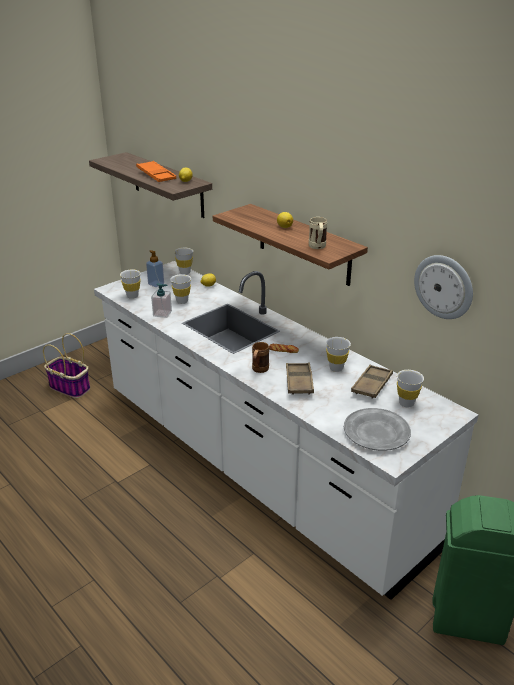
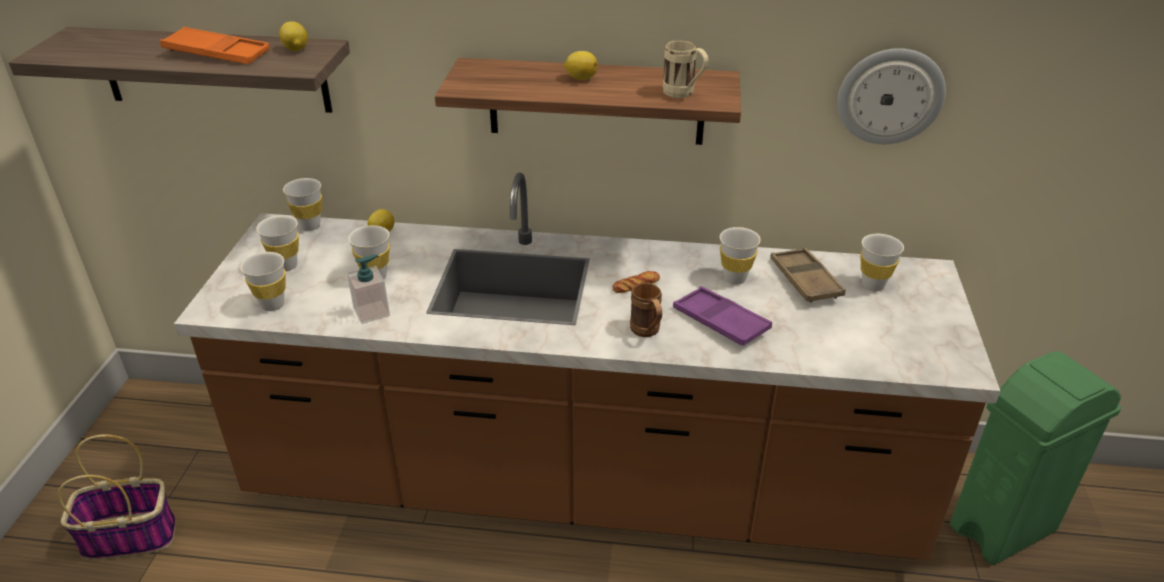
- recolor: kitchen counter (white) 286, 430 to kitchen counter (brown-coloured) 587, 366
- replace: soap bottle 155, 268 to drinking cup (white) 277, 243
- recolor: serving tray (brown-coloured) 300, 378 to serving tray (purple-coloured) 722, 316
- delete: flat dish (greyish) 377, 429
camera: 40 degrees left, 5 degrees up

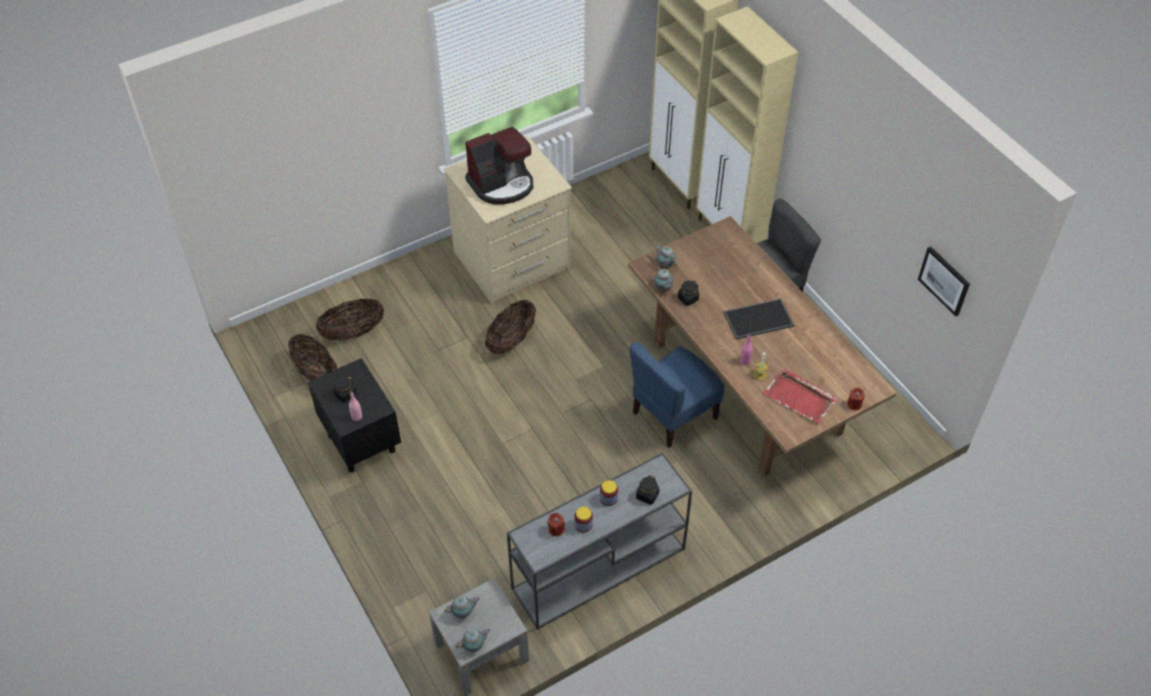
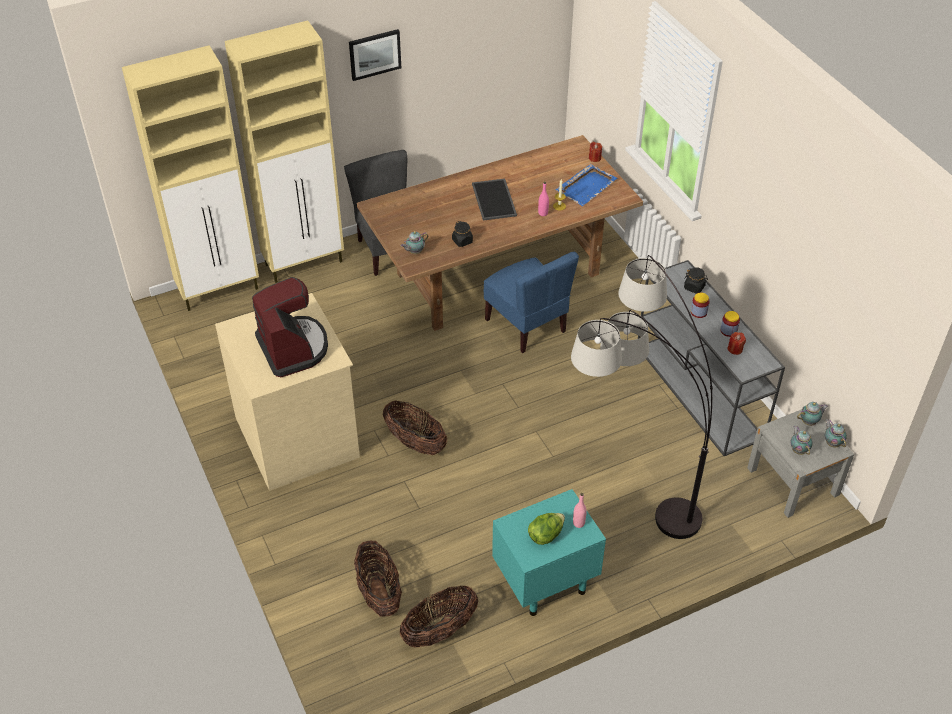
- recolor: bedside table (blackish) 354, 415 to bedside table (blue-green) 549, 552
- replace: storage jar (blackish) 344, 389 to lettuce head 546, 529
- move: pot for tea 663, 278 to 812, 414
- recolor: serving tray (reddish) 800, 396 to serving tray (blue-coloured) 586, 185
- move: picture 944, 281 to 375, 55
- insert: floor lamp 642, 397
camera: 85 degrees left, 5 degrees down

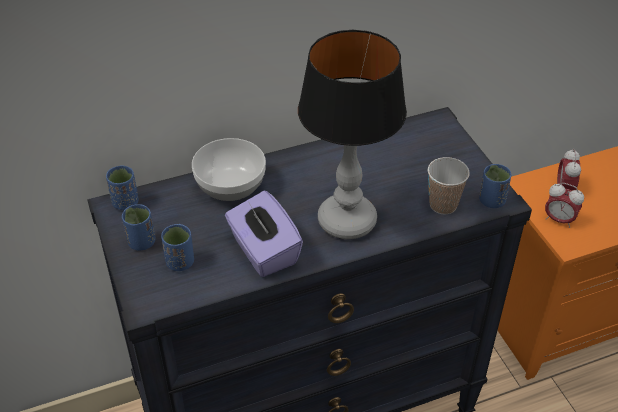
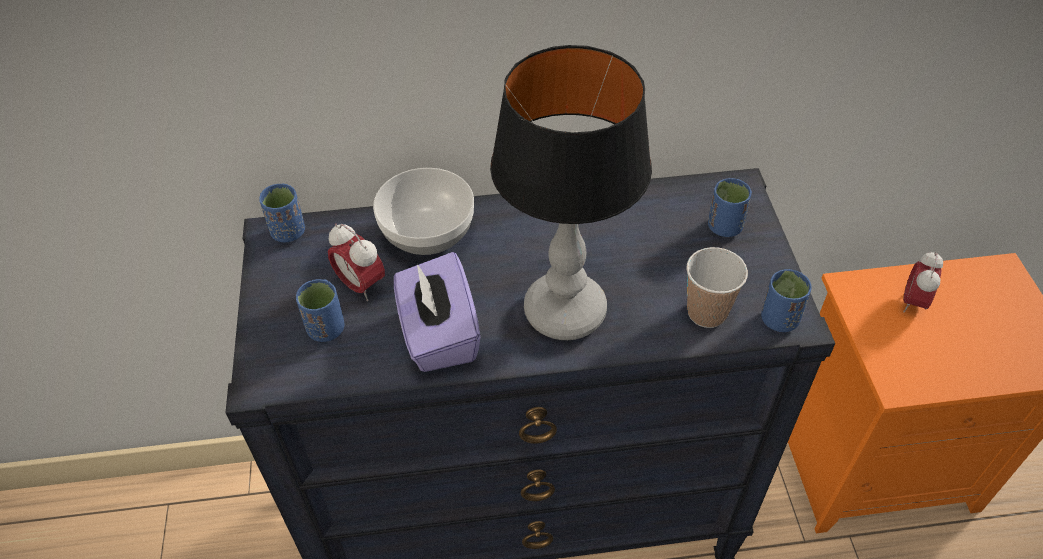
- move: drinking cup (blue-coloured) 139, 227 to 730, 207
- move: alarm clock 564, 205 to 356, 262
camera: 15 degrees right, 5 degrees up

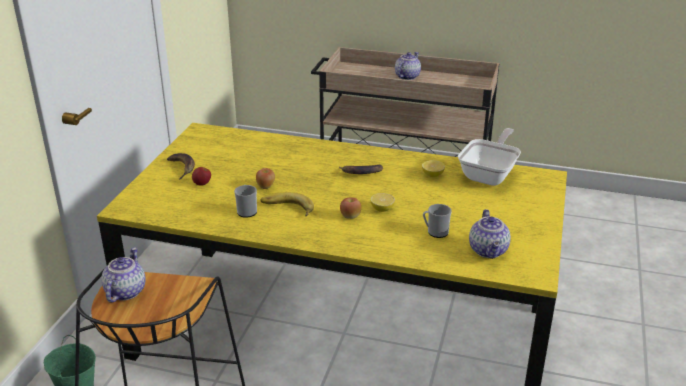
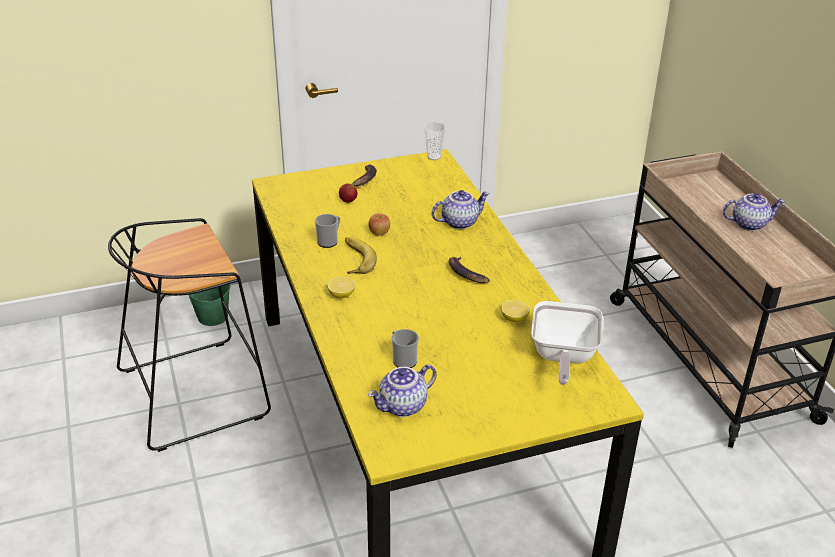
- move: pot for tea 123, 275 to 461, 209
- delete: apple 350, 208
- move: citrus fruit 382, 202 to 341, 287
- rotate: pan 489, 157 = 567, 343 105 degrees clockwise
- insert: drinking cup 435, 141
camera: 55 degrees right, 5 degrees up

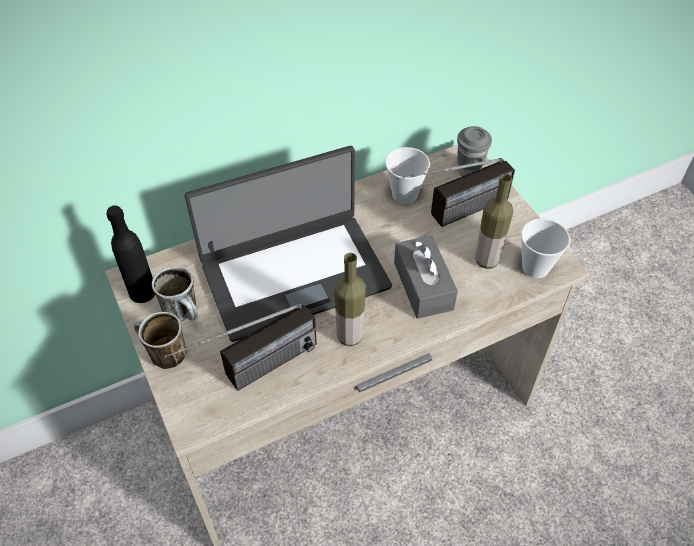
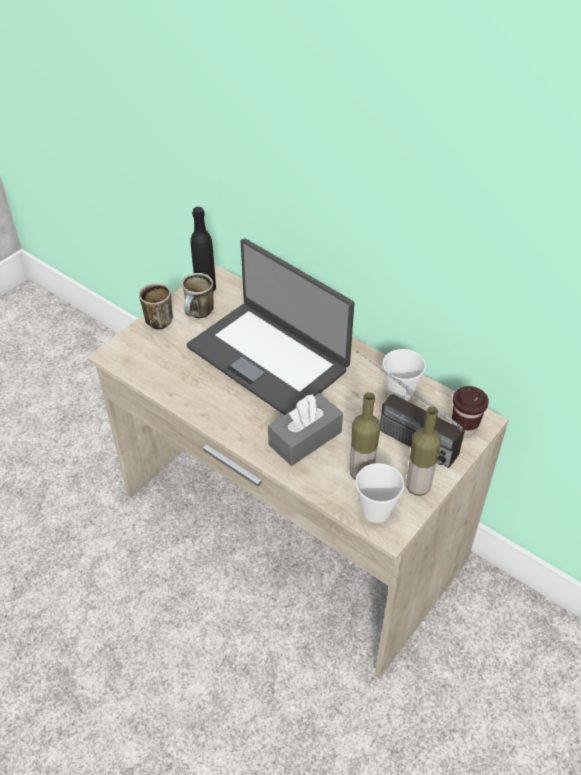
- delete: radio receiver 240, 347
- move: beverage bottle 350, 299 to 423, 451
- recolor: drinking cup (greyish) 474, 151 to drinking cup (brown-coloured) 470, 412
camera: 65 degrees right, 5 degrees down

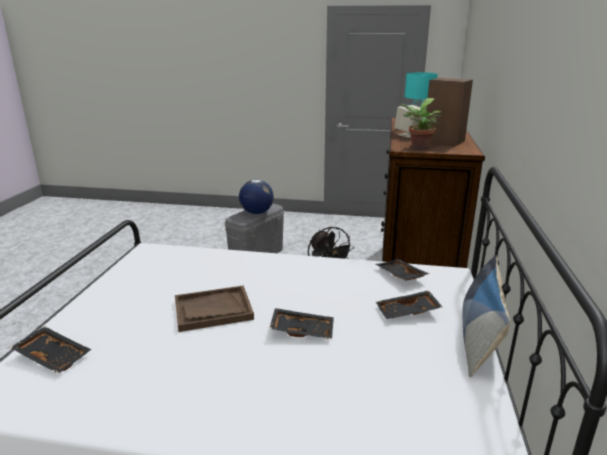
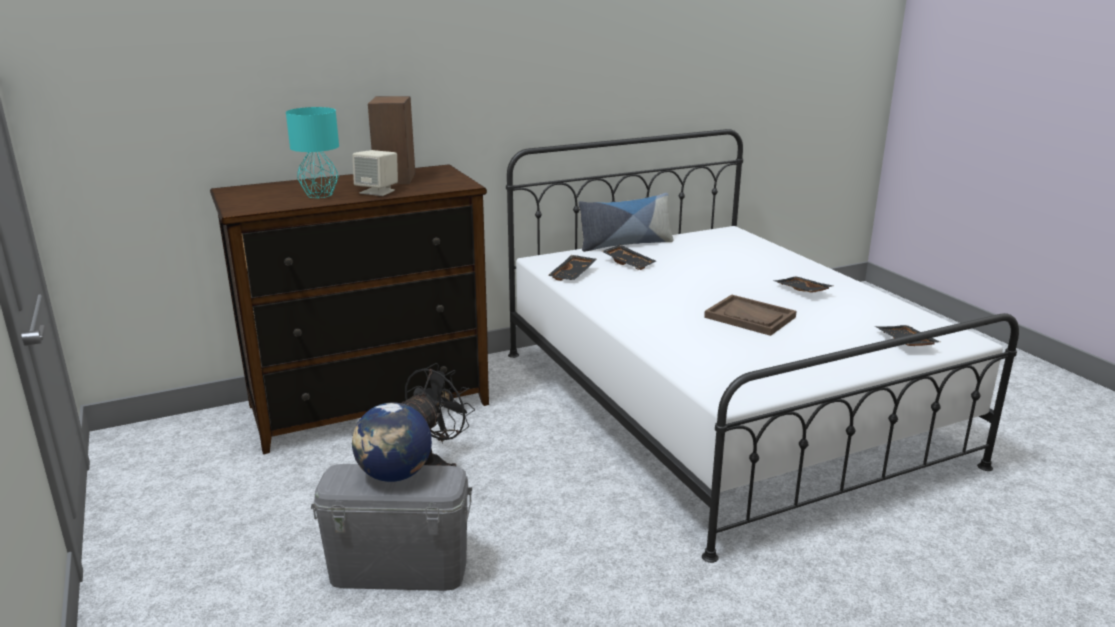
- move: serving tray (blackish) 301, 323 to 803, 284
- delete: potted plant 420, 123
camera: 125 degrees left, 0 degrees up

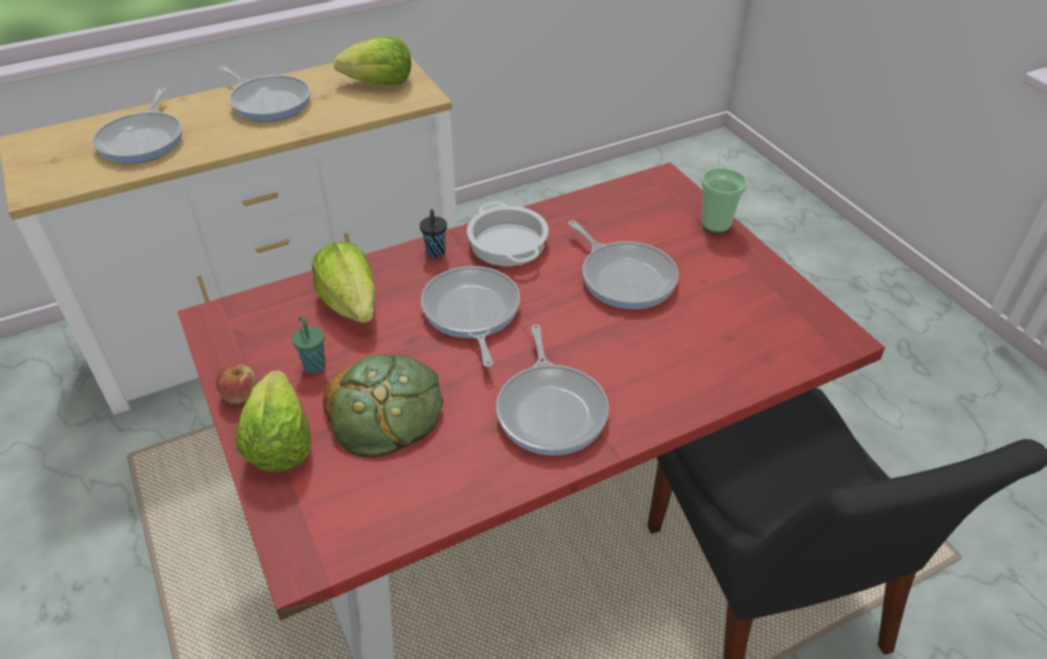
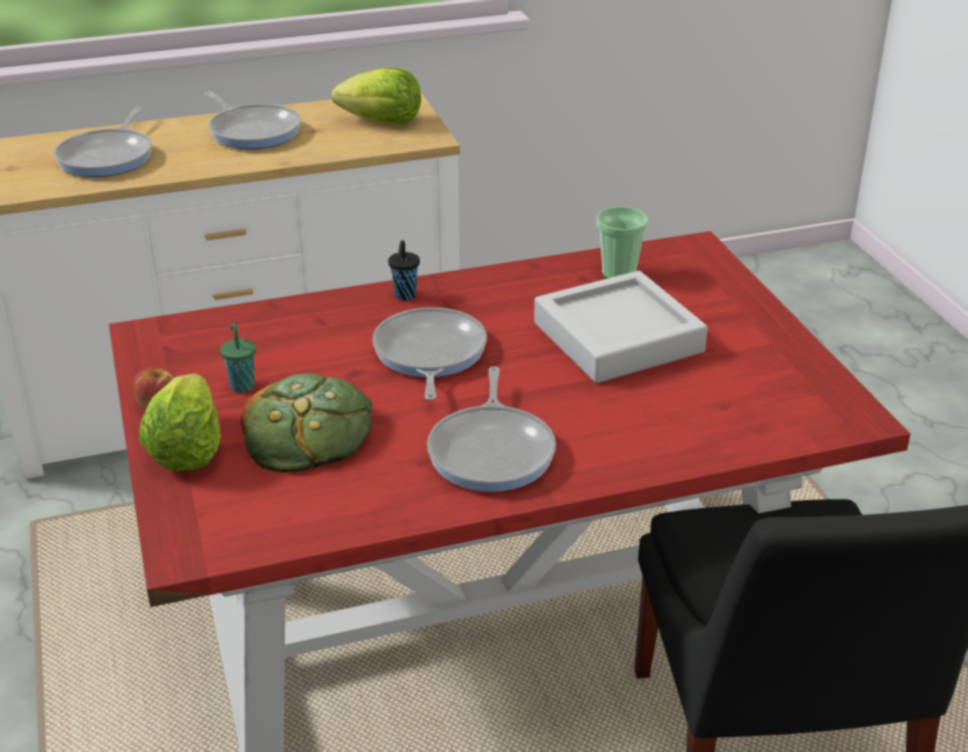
- delete: lettuce head 343, 282
- delete: saucepot 508, 233
- replace: pan 623, 264 to serving tray (greyish) 621, 327
- move: drinking cup 724, 200 to 622, 242
camera: 10 degrees right, 10 degrees down

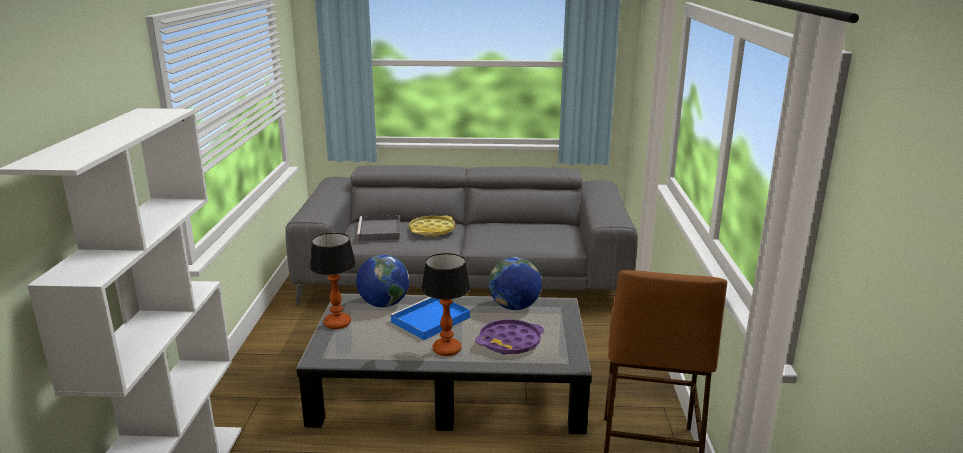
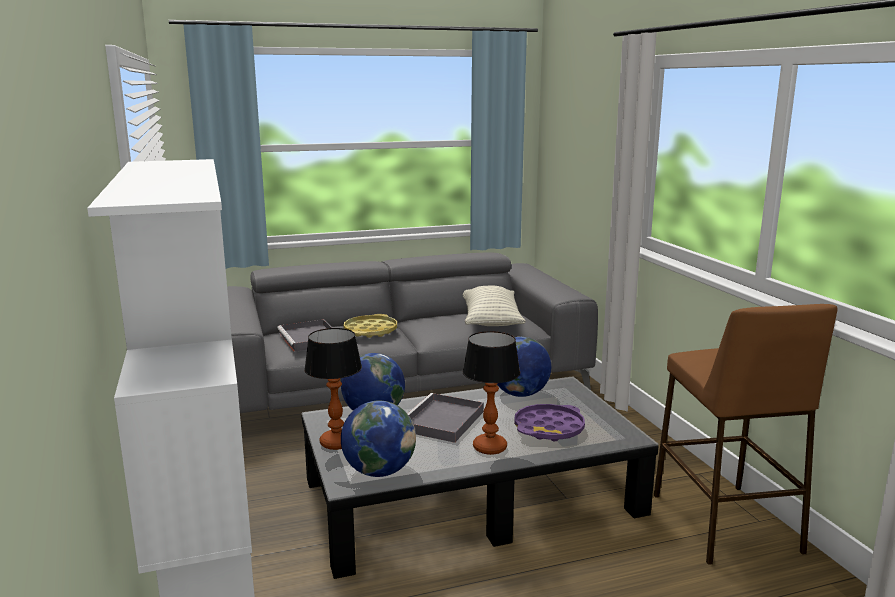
- recolor: serving tray (blue-coloured) 430, 318 to serving tray (greyish) 445, 418
- insert: world globe 378, 438
- insert: cushion 494, 306
camera: 20 degrees left, 5 degrees down

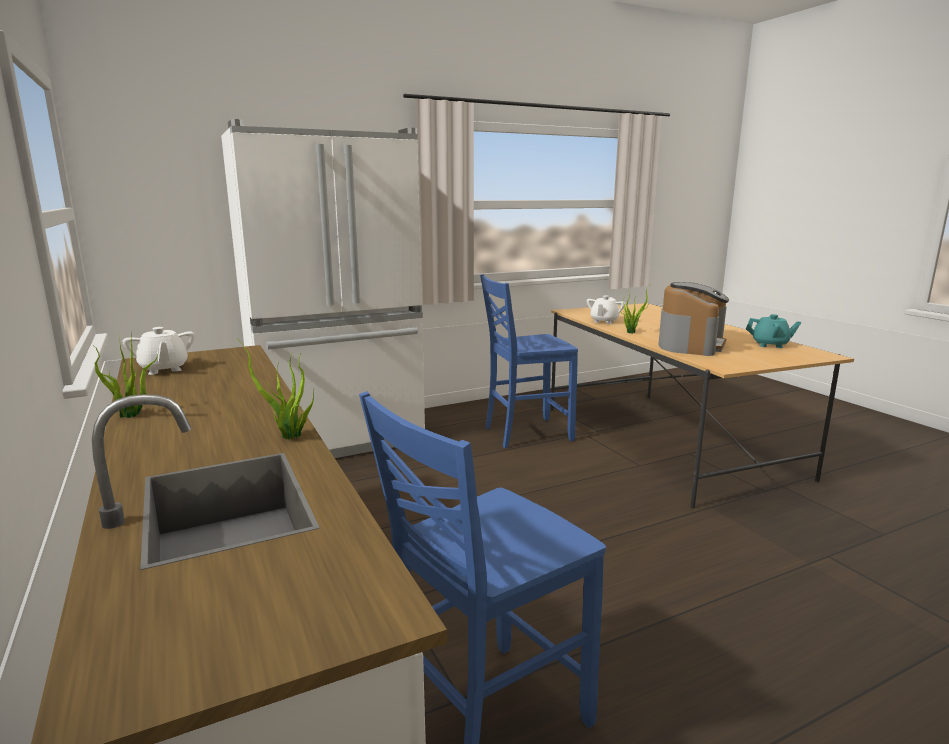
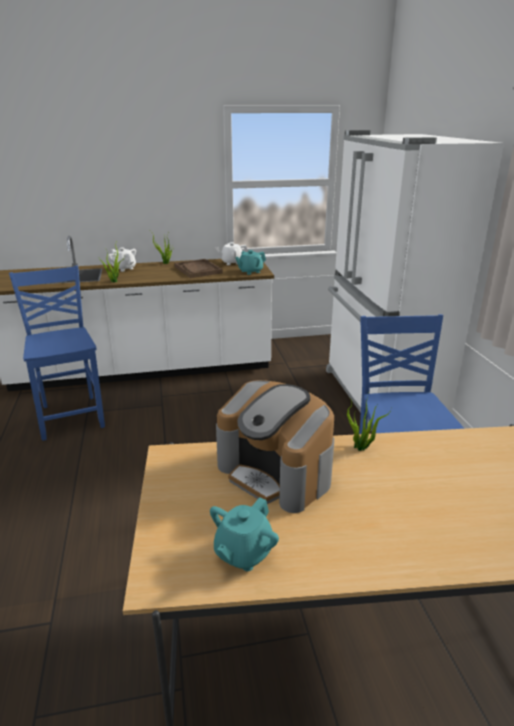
- move: pot for tea (white) 606, 309 to 122, 259
- insert: serving tray (brown-coloured) 198, 268
- insert: pot for tea (blue-green) 250, 262
camera: 105 degrees right, 10 degrees up

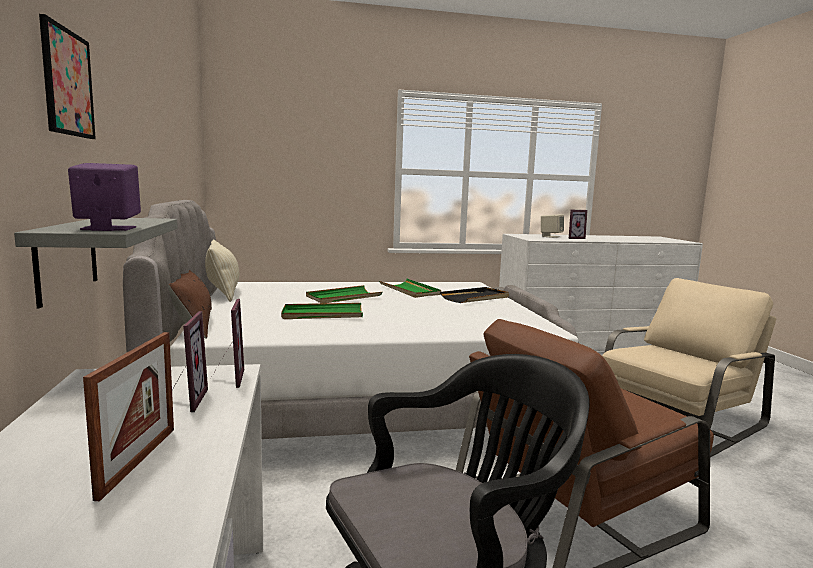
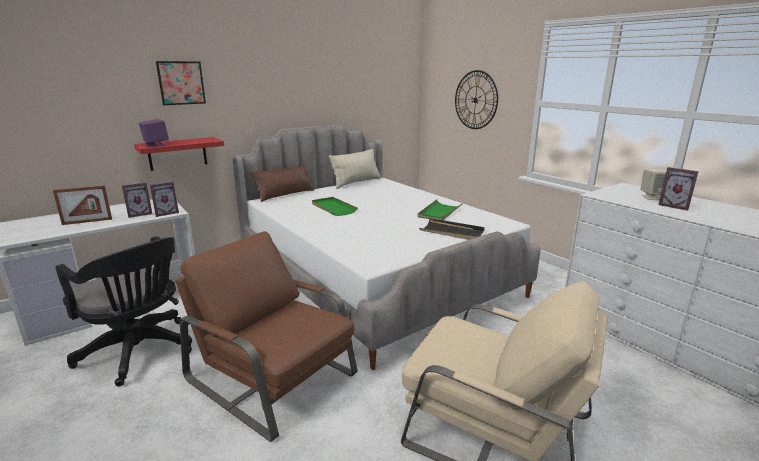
- recolor: bracket shelf (greyish) 95, 263 to bracket shelf (reddish) 179, 154
- delete: serving tray (greenish) 344, 294
- insert: hanging clock 476, 99
camera: 65 degrees right, 10 degrees up

